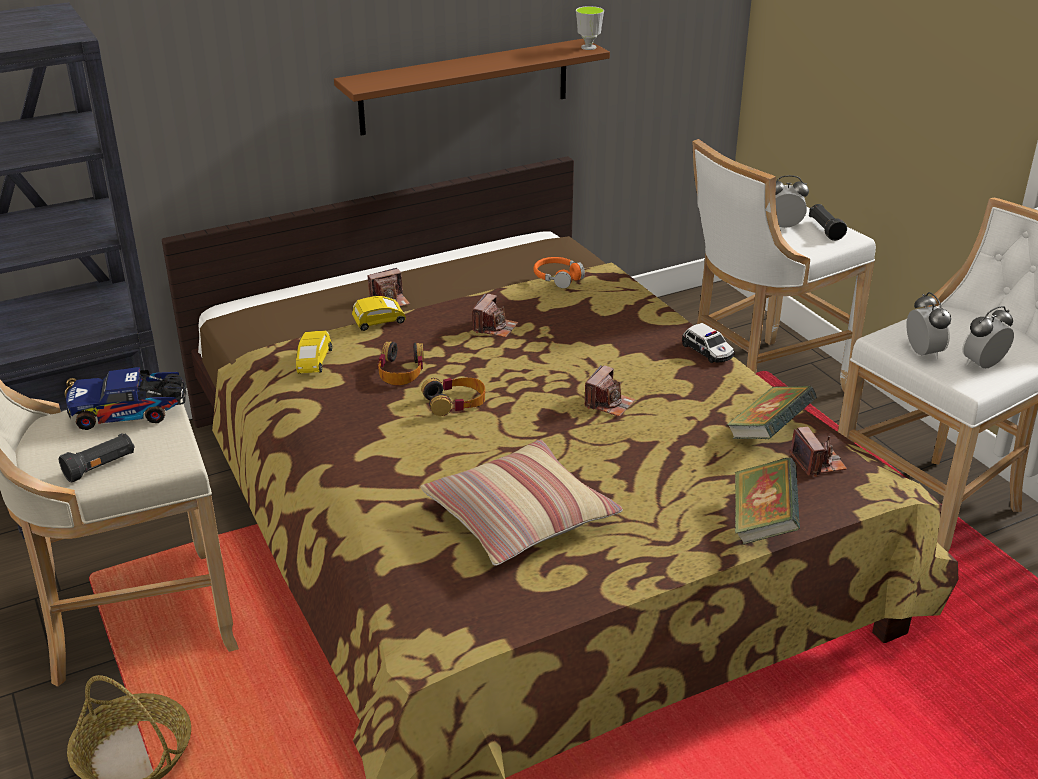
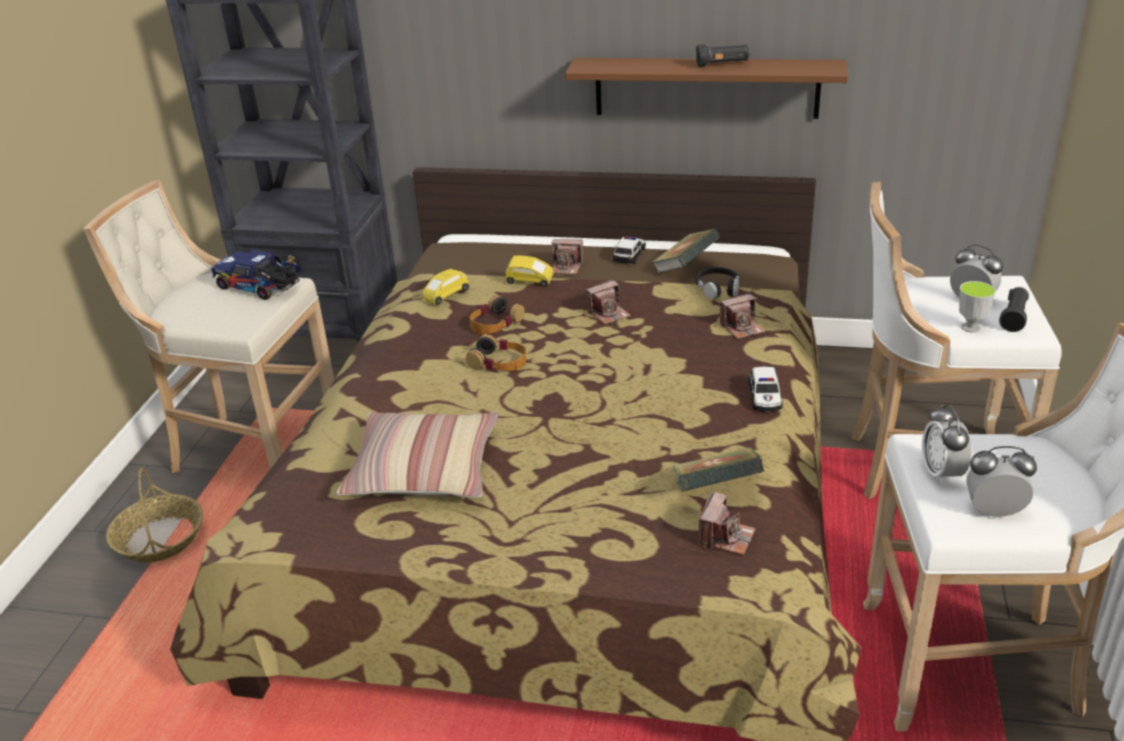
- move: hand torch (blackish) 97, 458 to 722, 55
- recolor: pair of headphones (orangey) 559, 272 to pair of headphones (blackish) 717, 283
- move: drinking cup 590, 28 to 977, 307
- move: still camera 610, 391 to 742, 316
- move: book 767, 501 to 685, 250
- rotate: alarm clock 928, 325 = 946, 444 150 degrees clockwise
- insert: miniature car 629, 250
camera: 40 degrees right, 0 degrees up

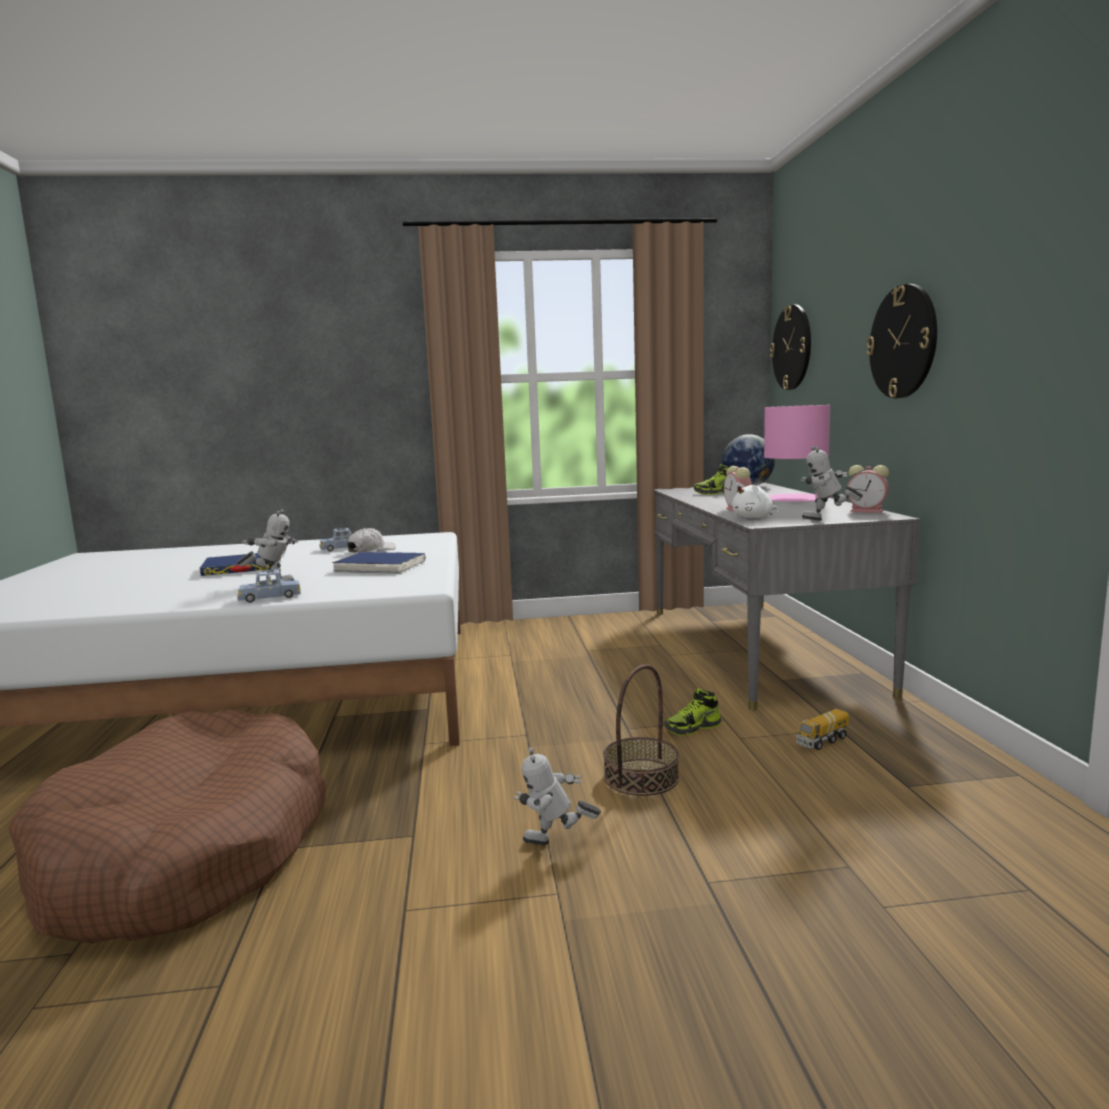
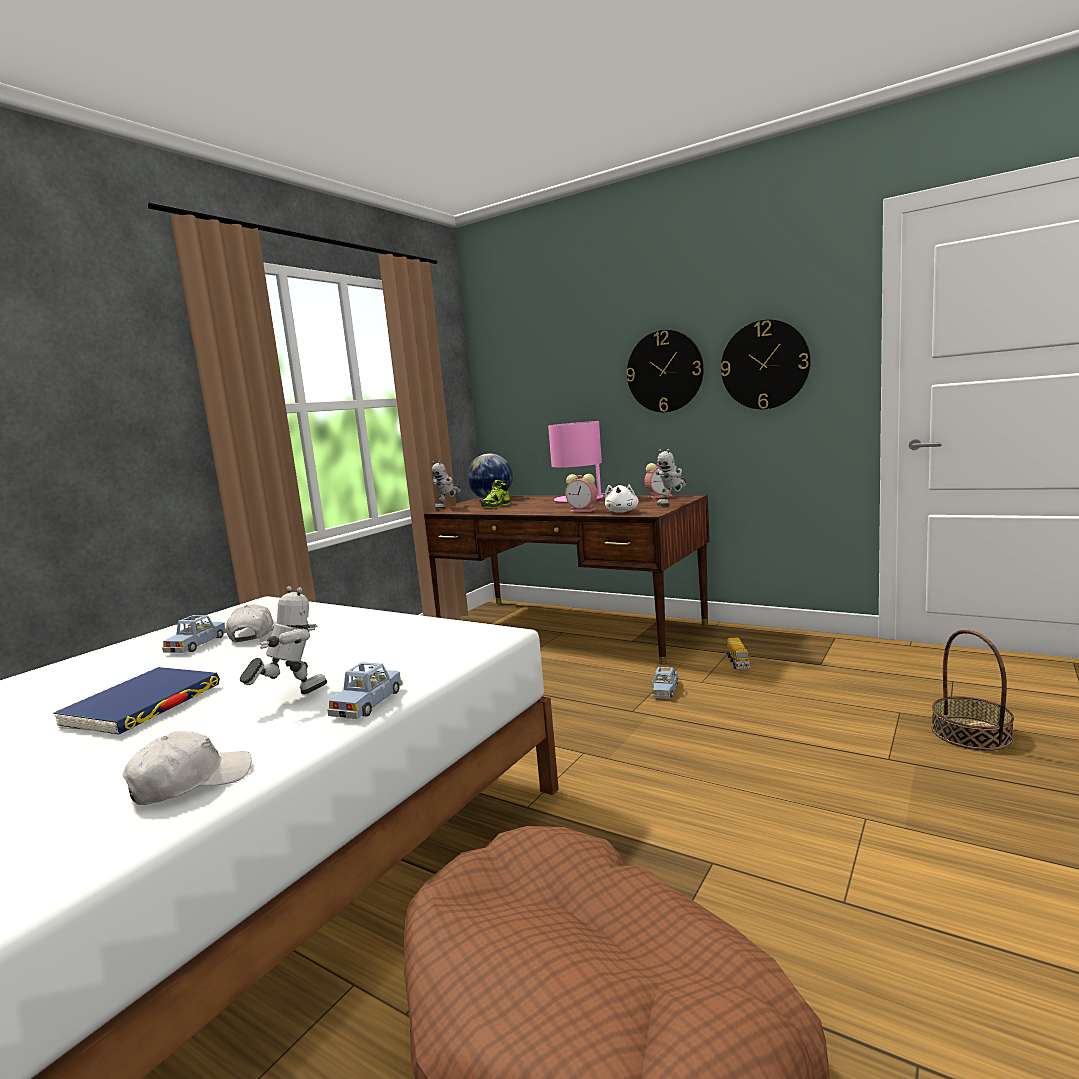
- delete: book (blue-coloured) 378, 563
- move: toy robot 557, 796 to 446, 485
- move: storage basket 641, 730 to 972, 690
- recolor: desk table (greyish) 787, 596 to desk table (brown-coloured) 567, 580
- replace: low shoe 692, 712 to miniature car (blue-coloured) 665, 683
- move: hanging clock 790, 347 to 766, 364
- insert: peaked cap (white) 187, 768
camera: 50 degrees left, 0 degrees up

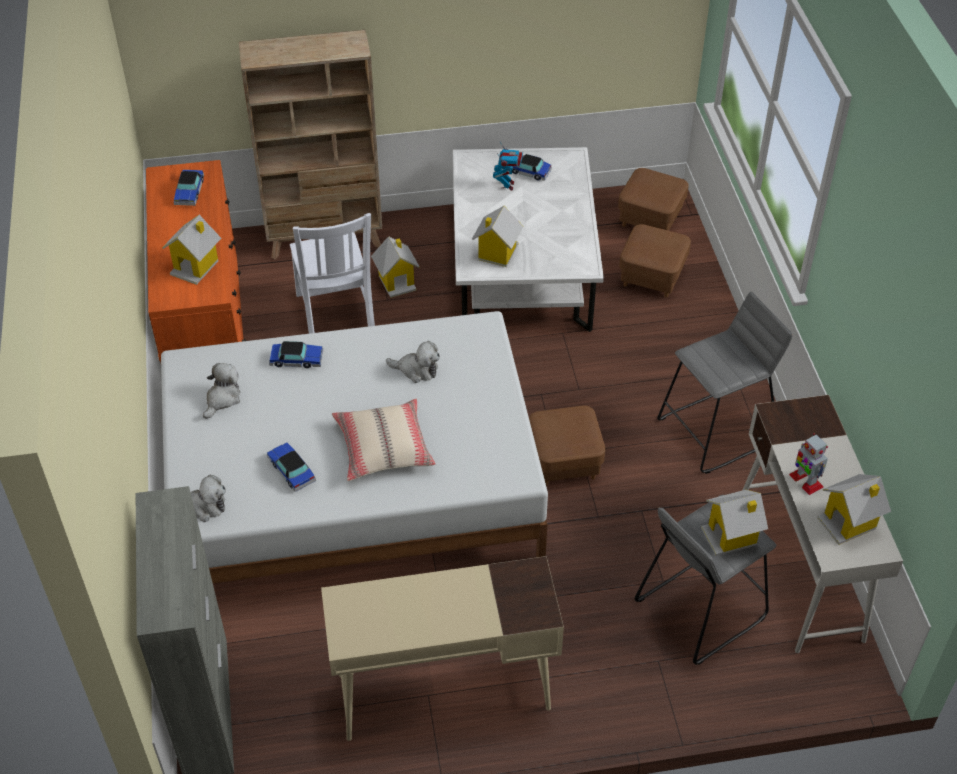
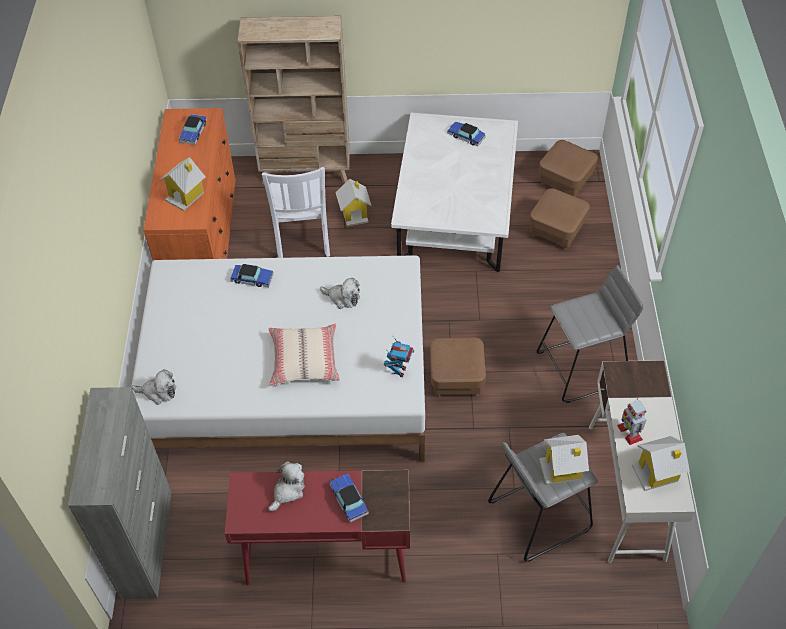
- move: soft toy 221, 391 to 286, 486
- move: miniature car 291, 467 to 349, 498
- recolor: desk table (beige) 442, 648 to desk table (reddish) 317, 527
- delete: miniature house 498, 236
- move: toy robot 508, 166 to 399, 356
camera: 10 degrees right, 5 degrees up

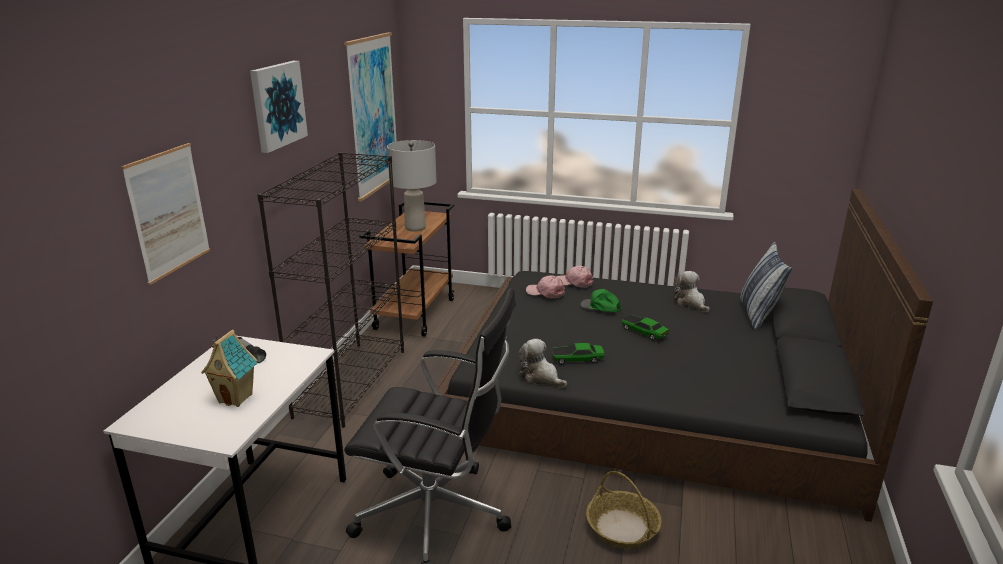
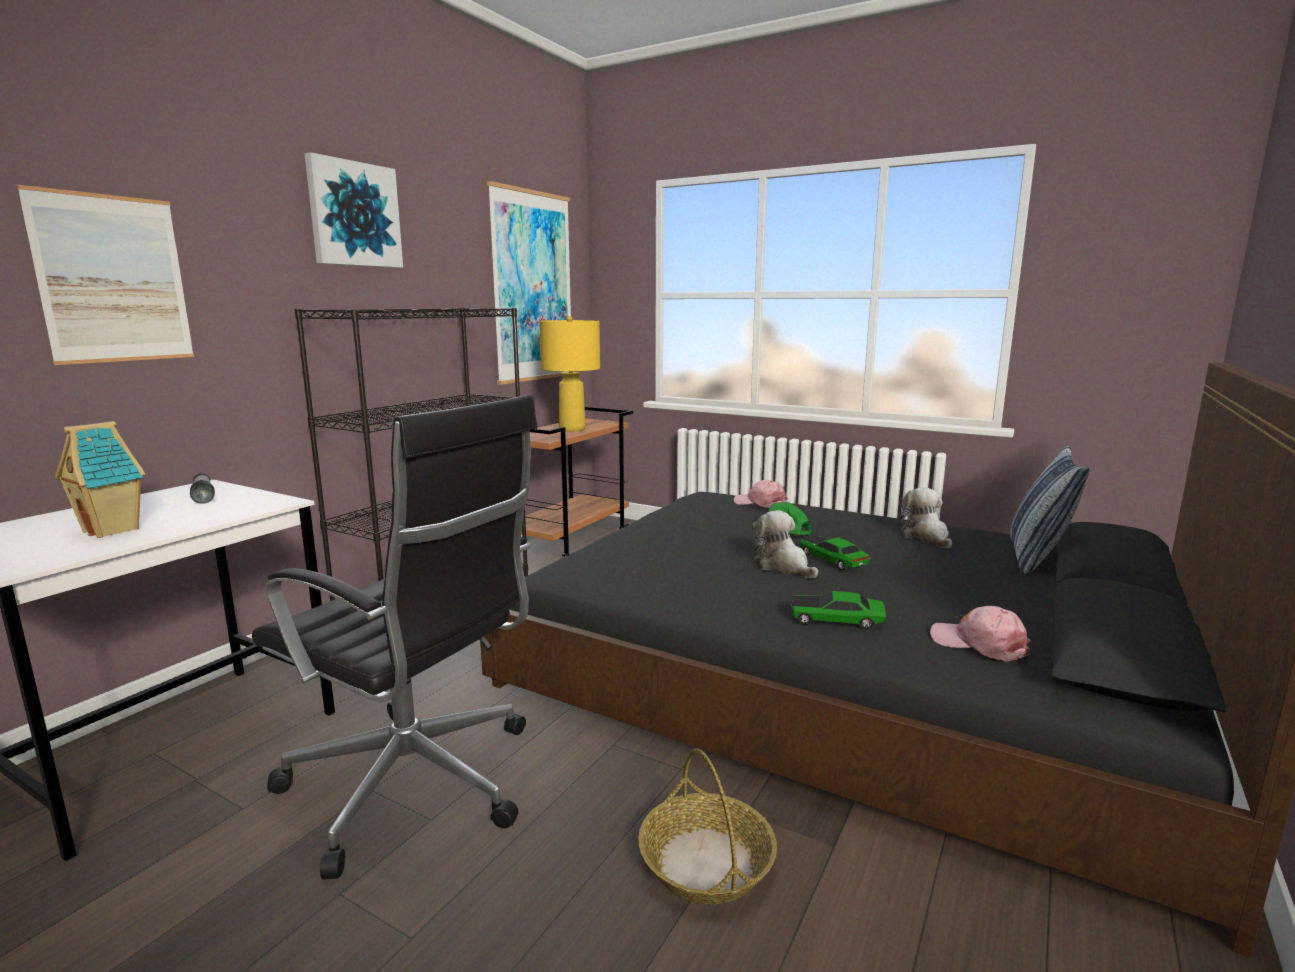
- recolor: table lamp (greyish) 412, 186 to table lamp (yellow) 569, 374
- move: soft toy 542, 363 to 785, 544
- move: peaked cap (pink-coloured) 545, 286 to 980, 633
- move: miniature car 579, 354 to 838, 610
camera: 15 degrees right, 10 degrees down

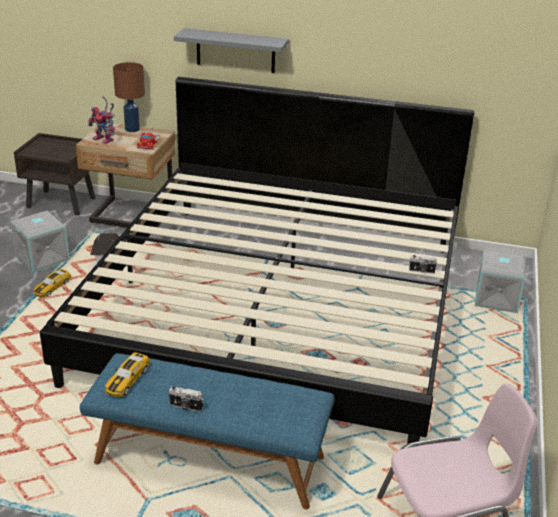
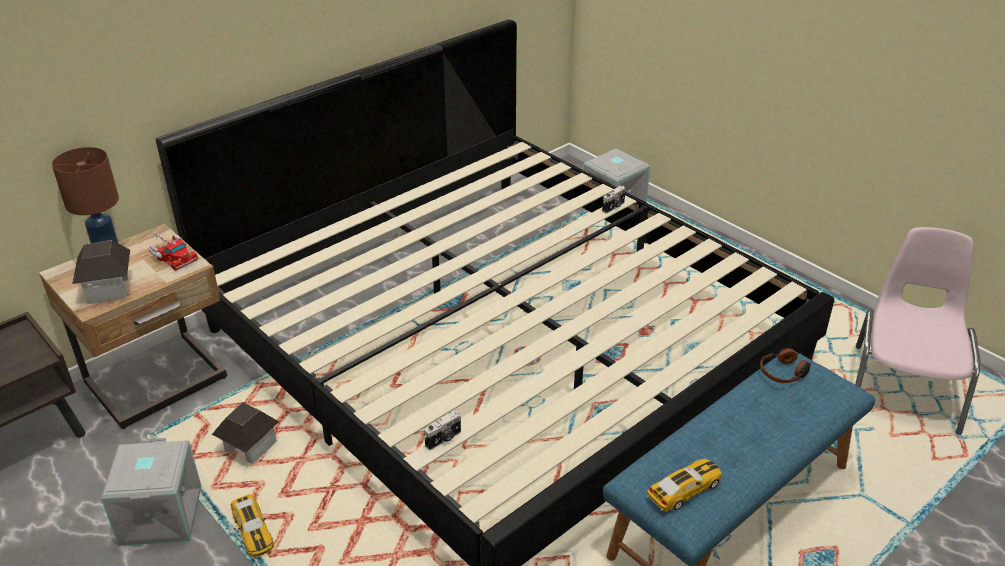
- replace: toy robot 101, 120 to miniature house 101, 272
- rotate: miniature car 127, 374 = 684, 485 90 degrees counterclockwise
- move: still camera 186, 399 to 442, 430
- delete: bracket shelf (greyish) 231, 50
- insert: pair of headphones 785, 365
camera: 55 degrees left, 5 degrees up

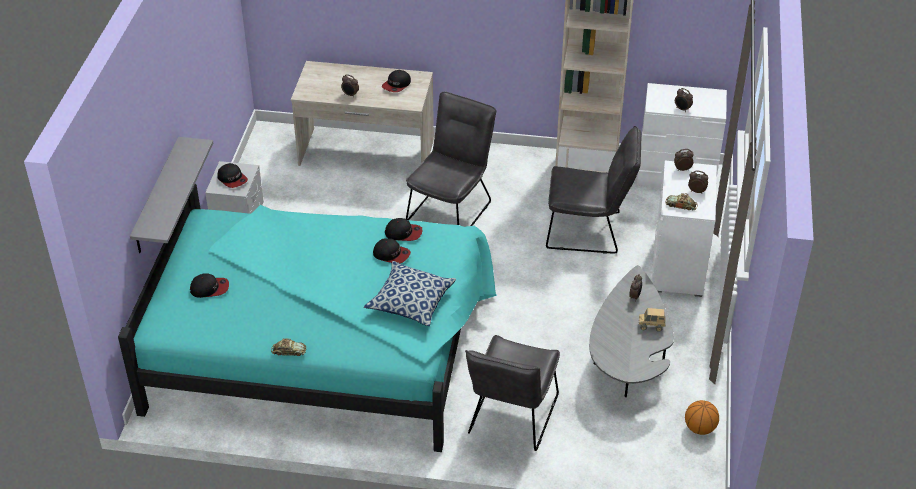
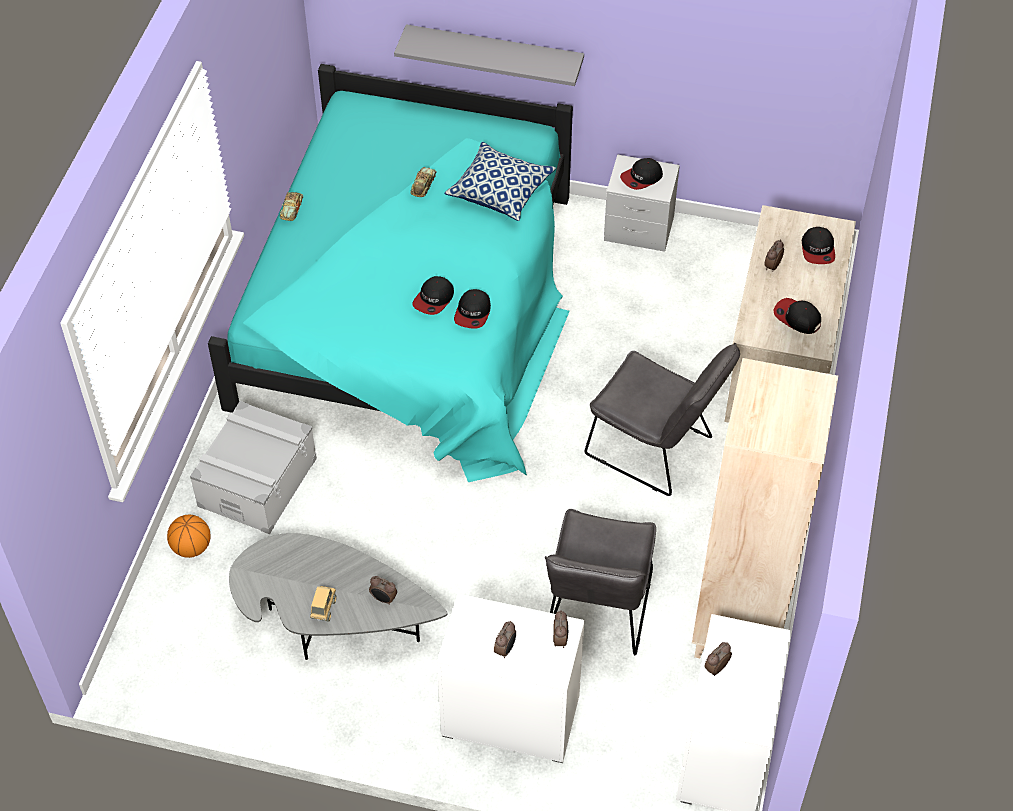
- move: peaked cap 209, 285 to 818, 245
- move: cushion 410, 293 to 500, 181
- replace: plain chair (greyish) 512, 393 to storage bin (greyish) 253, 467
- move: miniature car 682, 202 to 423, 182
- move: basketball ball 702, 417 to 189, 536
camera: 95 degrees right, 10 degrees up

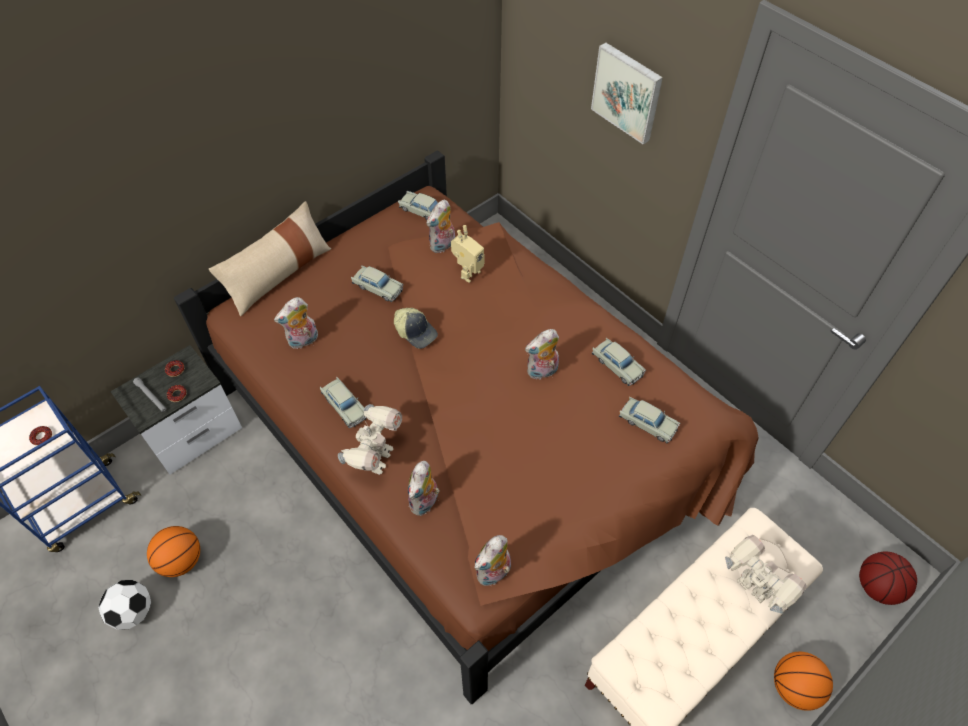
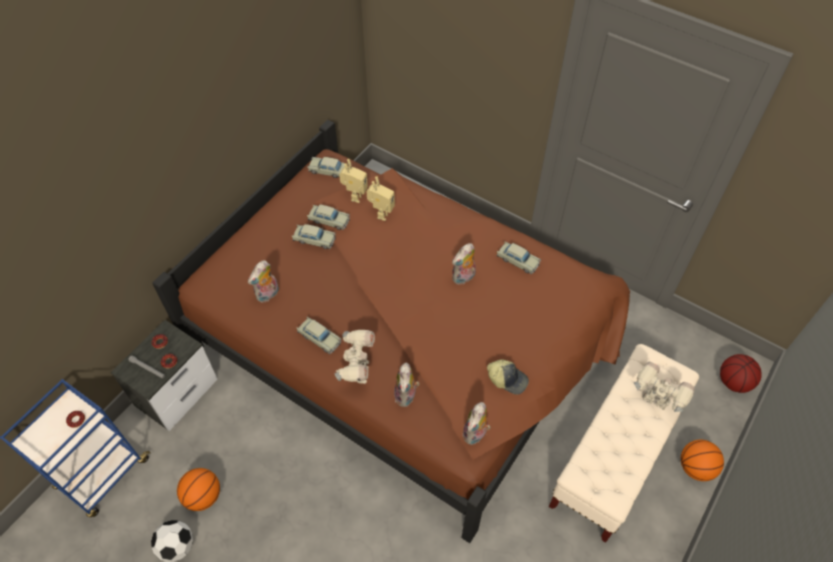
- delete: cushion (beige) 270, 258
- move: peaked cap 416, 328 to 508, 377
- replace: soft toy 441, 226 to toy robot 353, 181
- delete: picture 627, 93
- move: miniature car (beige) 649, 420 to 328, 217
camera: 15 degrees left, 0 degrees up

